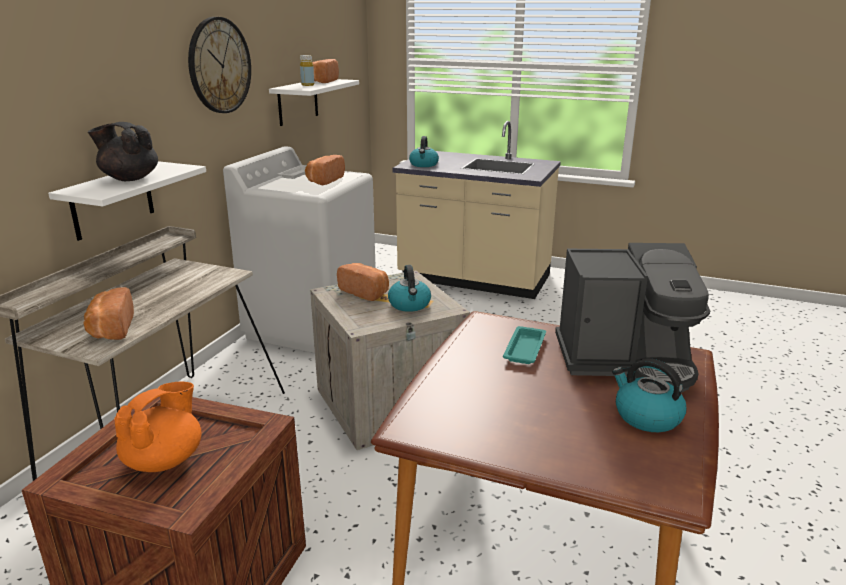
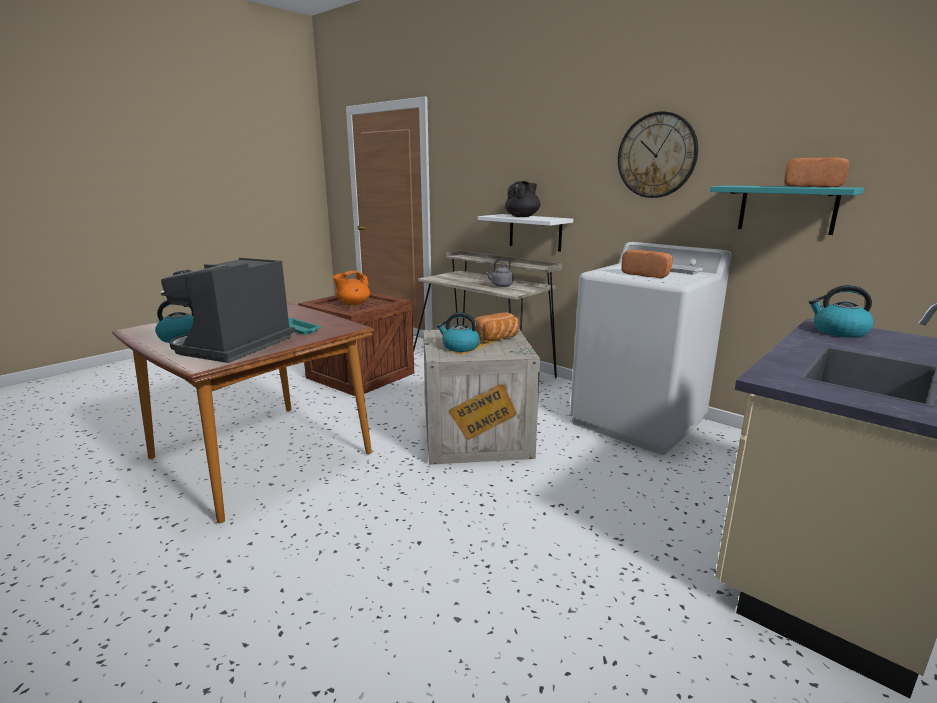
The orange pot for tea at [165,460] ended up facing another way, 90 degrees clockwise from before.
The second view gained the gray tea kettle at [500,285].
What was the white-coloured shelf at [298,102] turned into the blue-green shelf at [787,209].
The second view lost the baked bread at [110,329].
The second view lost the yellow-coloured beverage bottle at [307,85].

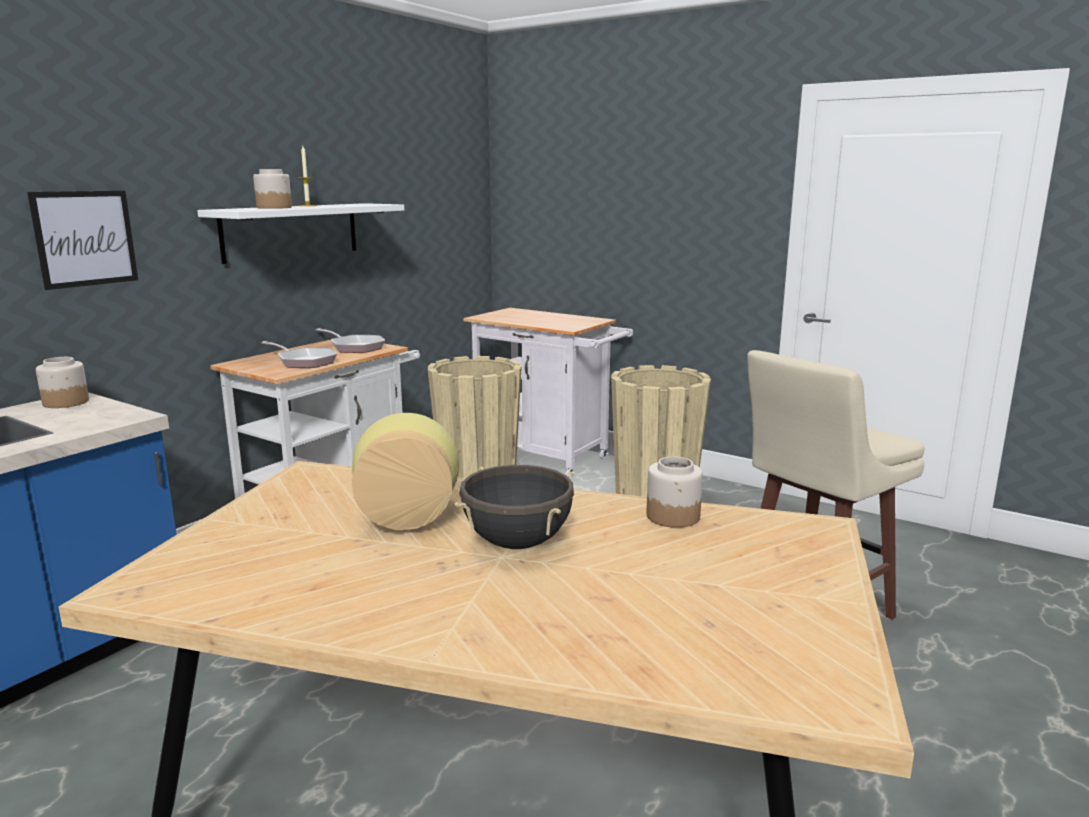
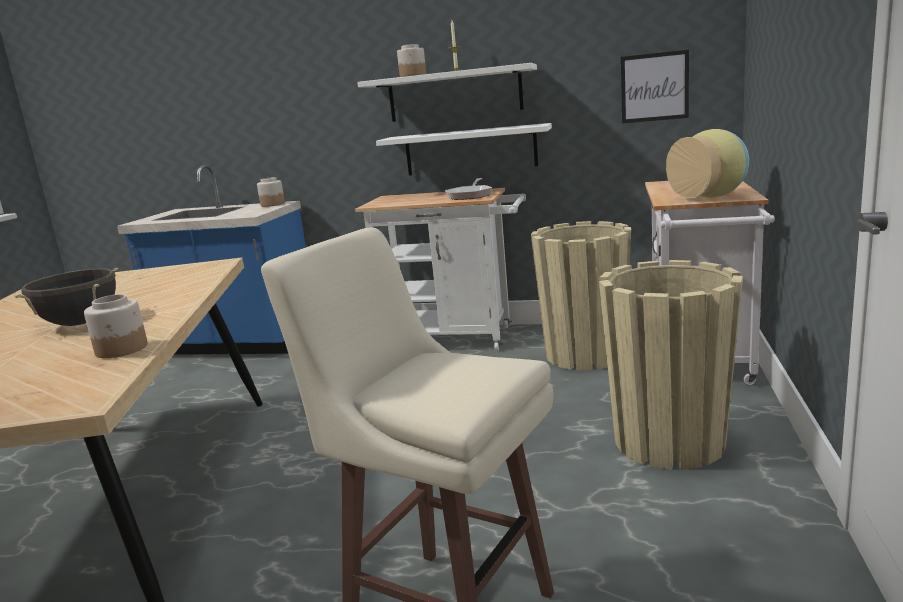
The second view gained the white-coloured shelf at [470,150].
The wall art ended up elsewhere, having gone from [85,238] to [654,87].
The decorative vase ended up elsewhere, having gone from [408,514] to [711,197].
The second view lost the frying pan at [304,362].

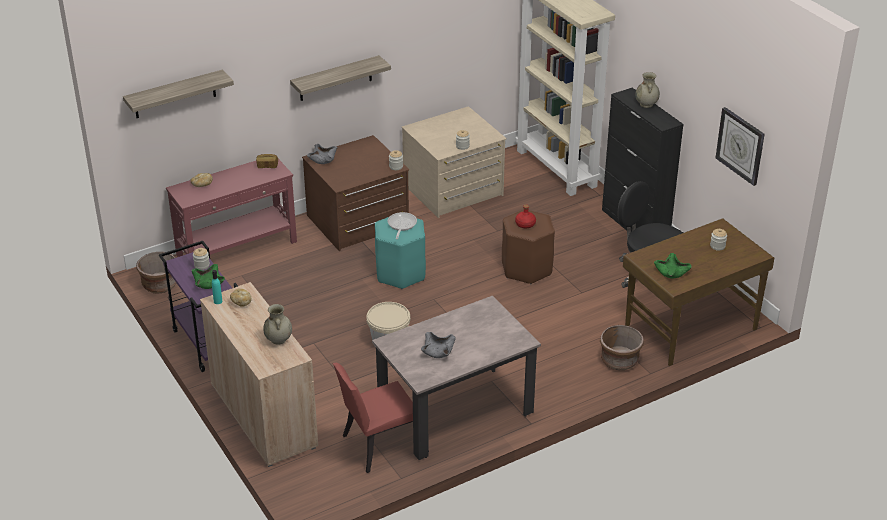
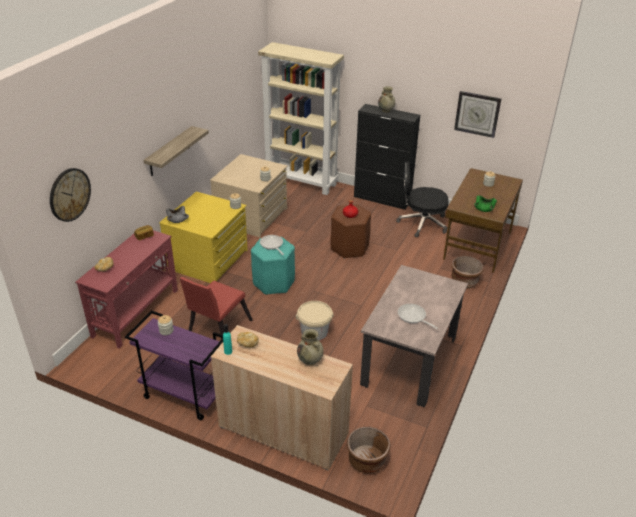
Where the shelf hung at [175,94], the wall clock came to hang at [69,194].
What was the brownish chest of drawers at [358,222] turned into the yellow-coloured chest of drawers at [209,260].
The red plain chair ended up elsewhere, having gone from [379,445] to [217,329].
The brownish plant pot ended up elsewhere, having gone from [160,285] to [367,461].
Where the gray deep dish stood at [438,350], the frying pan came to stand at [413,317].
The second view lost the greenish deep dish at [208,282].

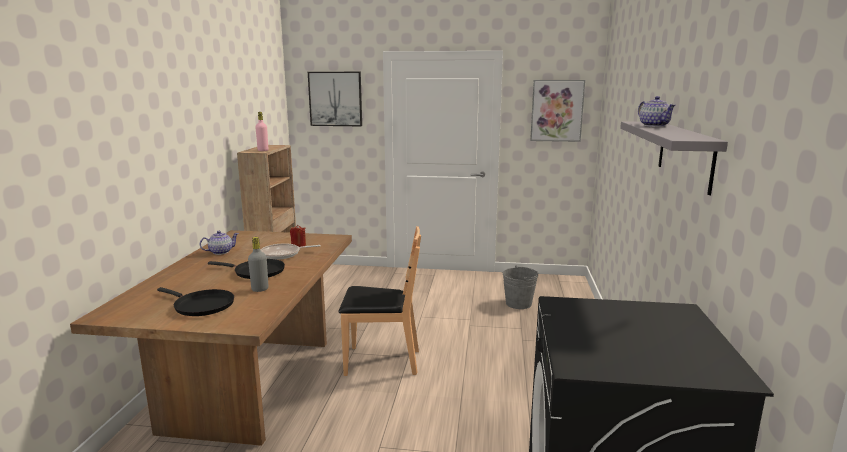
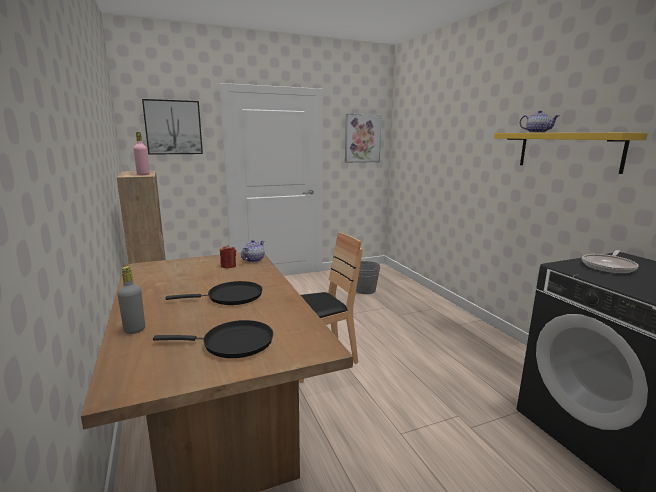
The gray beverage bottle ended up elsewhere, having gone from [260,289] to [134,330].
The pot for tea ended up elsewhere, having gone from [220,252] to [253,260].
What was the gray shelf at [685,154] turned into the yellow-coloured shelf at [568,151].
The frying pan ended up elsewhere, having gone from [283,254] to [609,266].

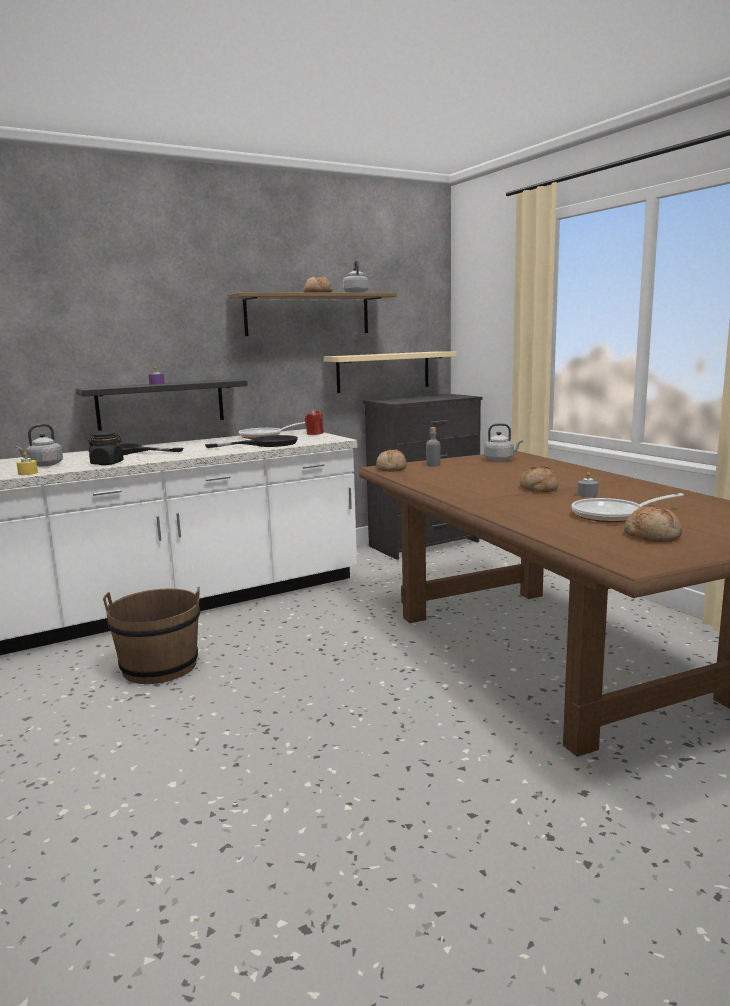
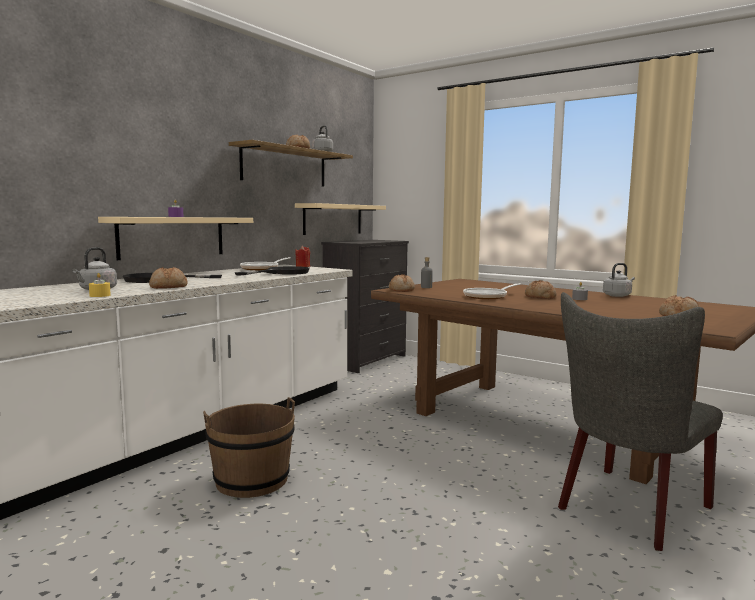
What was the black-coloured shelf at [161,404] turned into the beige shelf at [172,237].
Where the black-coloured jar stood at [107,463], the baked bread came to stand at [168,287].
The frying pan ended up elsewhere, having gone from [613,515] to [488,296].
The second view gained the gray plain chair at [628,510].
The gray tea kettle ended up elsewhere, having gone from [500,459] to [618,295].

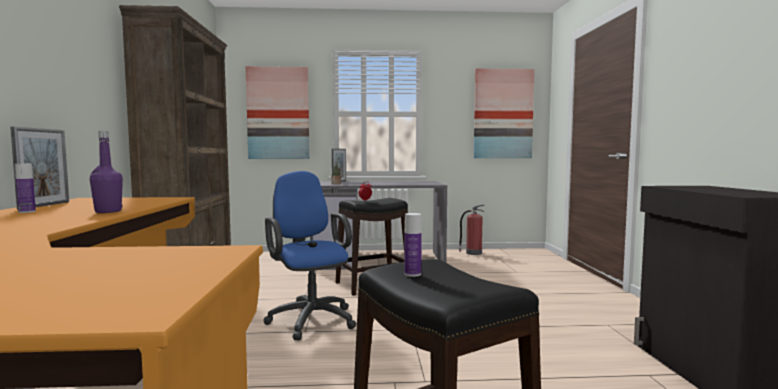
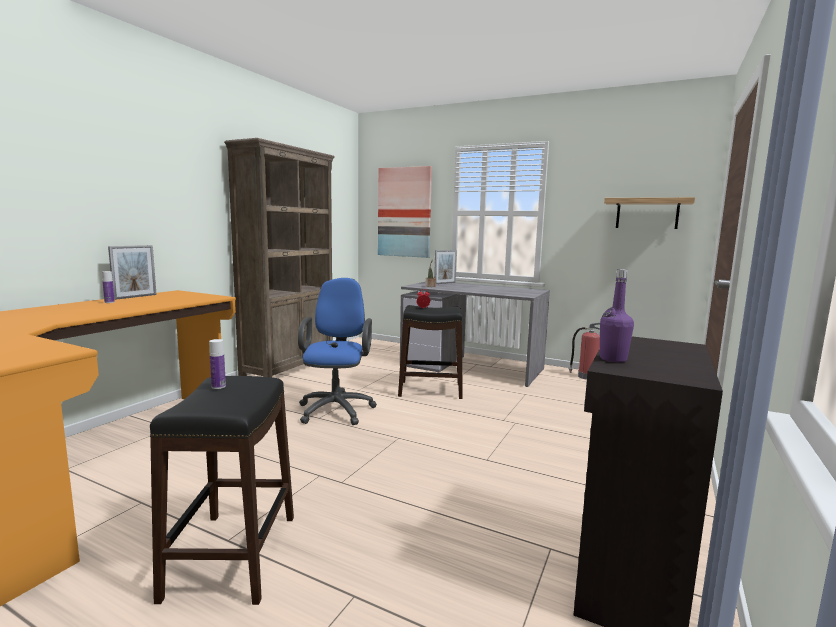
The purplish beverage bottle ended up elsewhere, having gone from [108,211] to [613,359].
Where the wall art hung at [503,114], the shelf came to hang at [647,213].

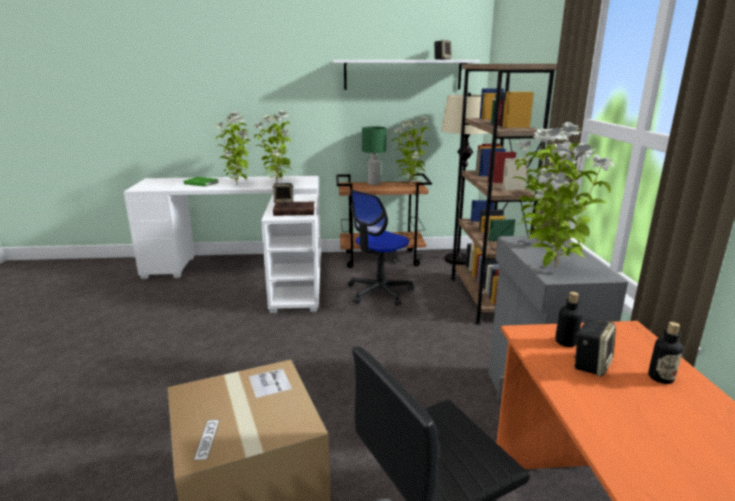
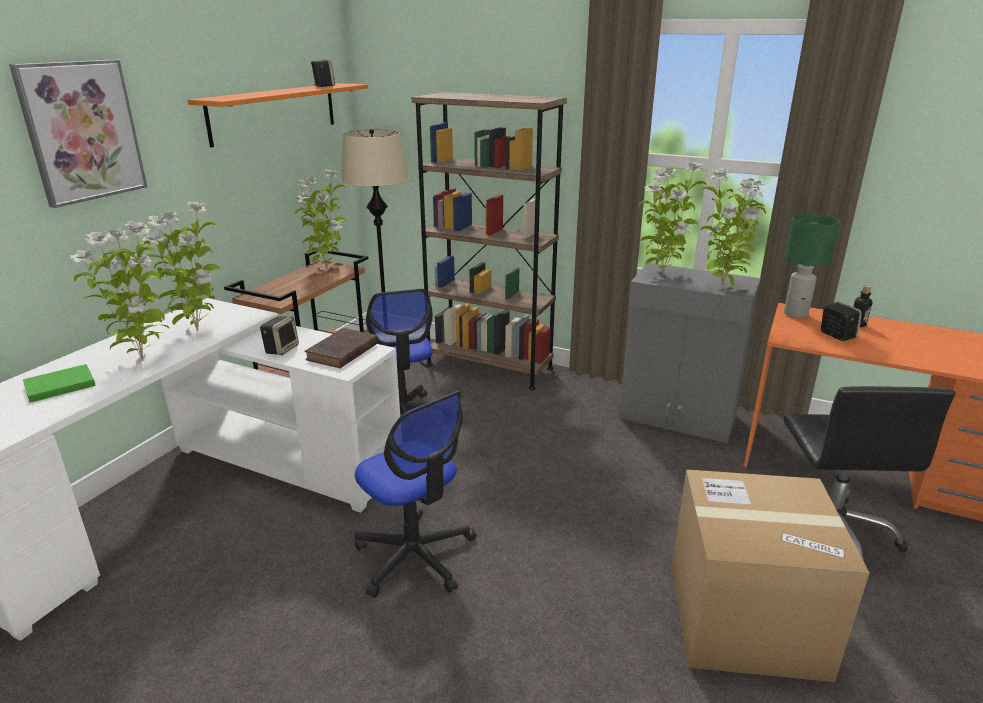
The second view gained the wall art at [82,131].
What was the white-coloured shelf at [402,75] turned into the orange shelf at [275,112].
The second view gained the desk chair at [415,556].
The greenish table lamp ended up elsewhere, having gone from [374,183] to [796,314].
The second view lost the beverage bottle at [566,342].

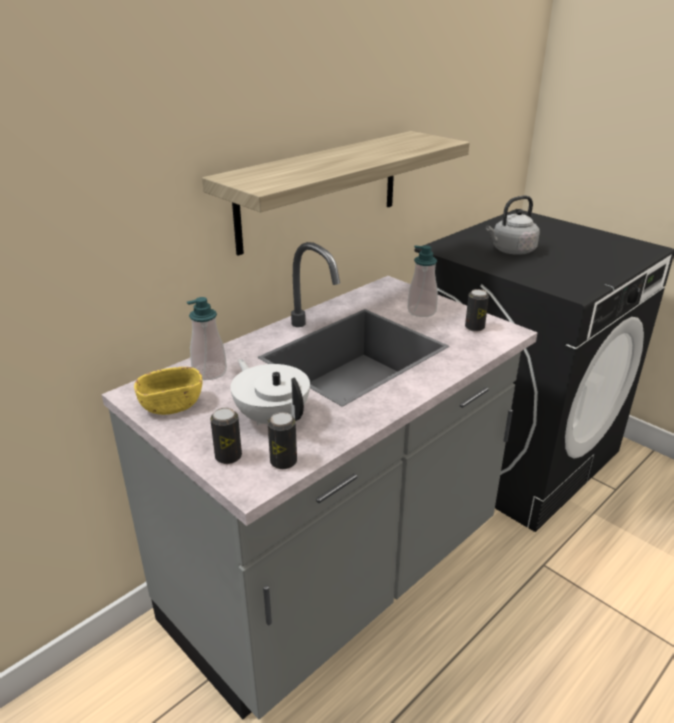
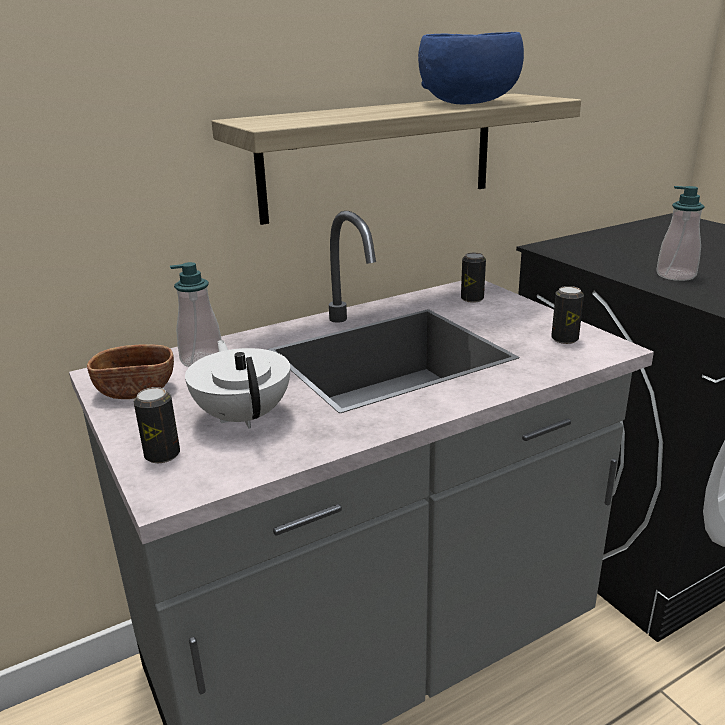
What was the yellow-coloured deep dish at [172,405] turned into the brownish deep dish at [136,390].
The second view gained the bluish deep dish at [470,102].
The metal can ended up elsewhere, having gone from [283,462] to [472,299].
The liquid soap bottle ended up elsewhere, having gone from [421,311] to [675,275].
The second view lost the gray tea kettle at [511,251].

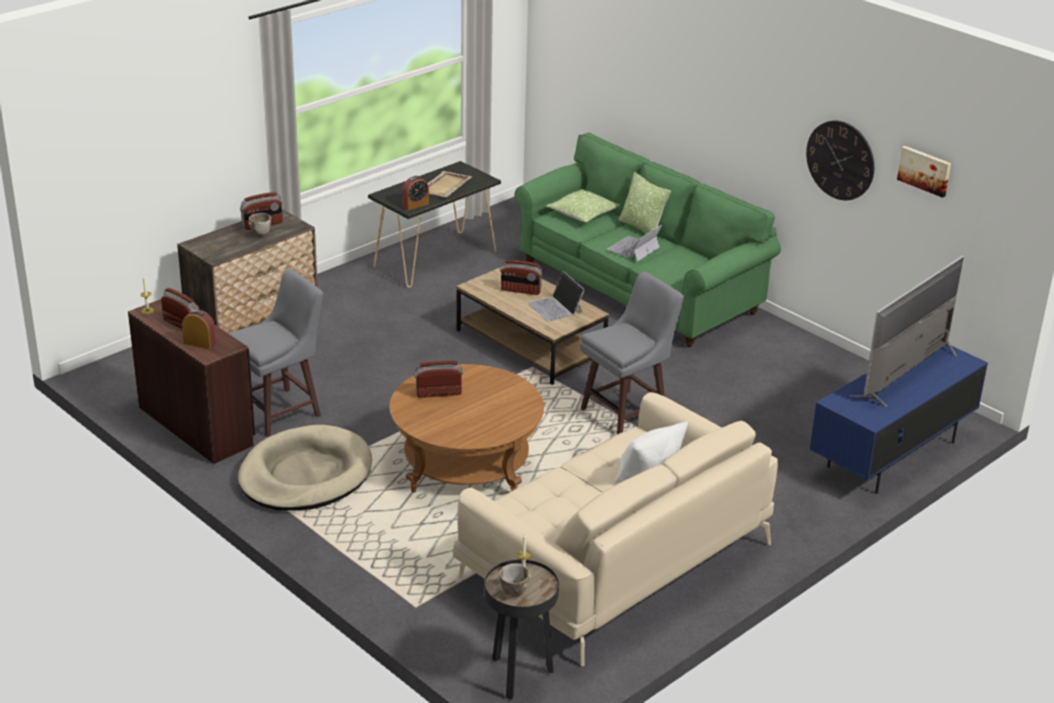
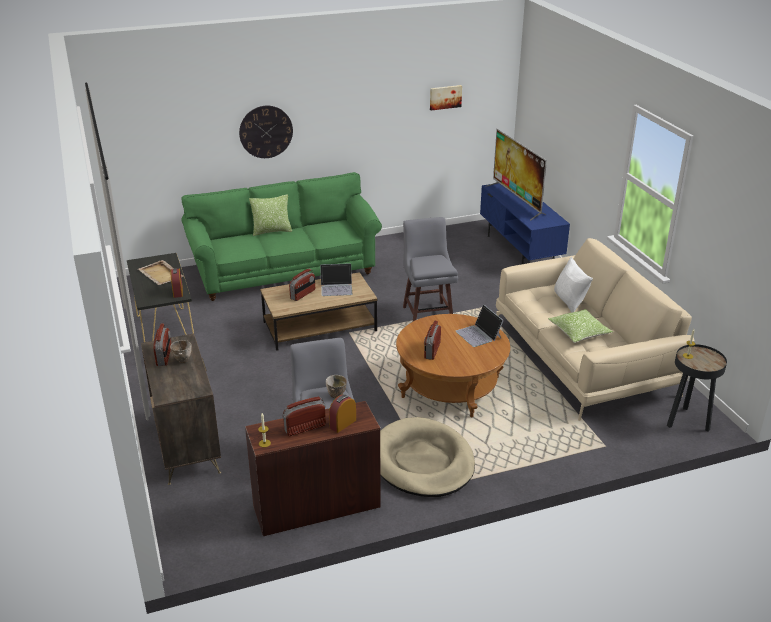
The wall clock ended up elsewhere, having gone from [840,160] to [266,132].
The deep dish ended up elsewhere, having gone from [512,594] to [336,396].
The notebook computer ended up elsewhere, having gone from [633,249] to [479,334].
The throw pillow ended up elsewhere, having gone from [583,214] to [579,332].

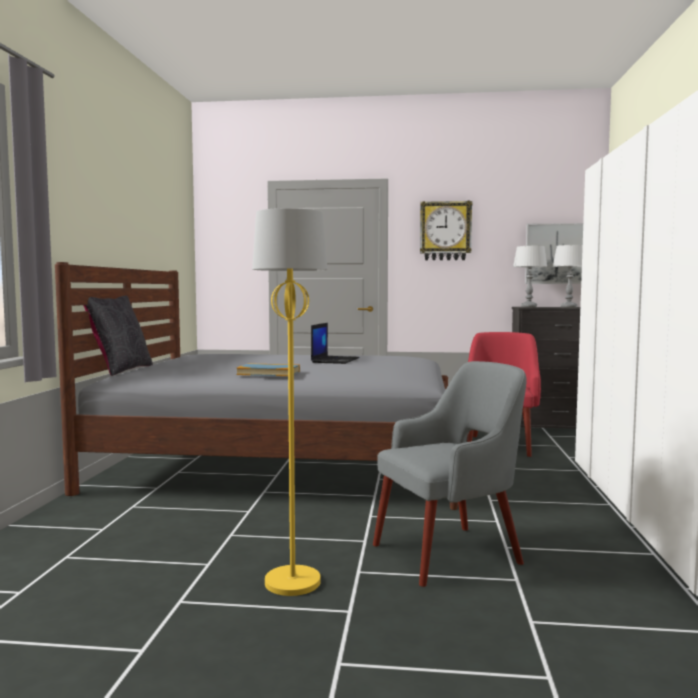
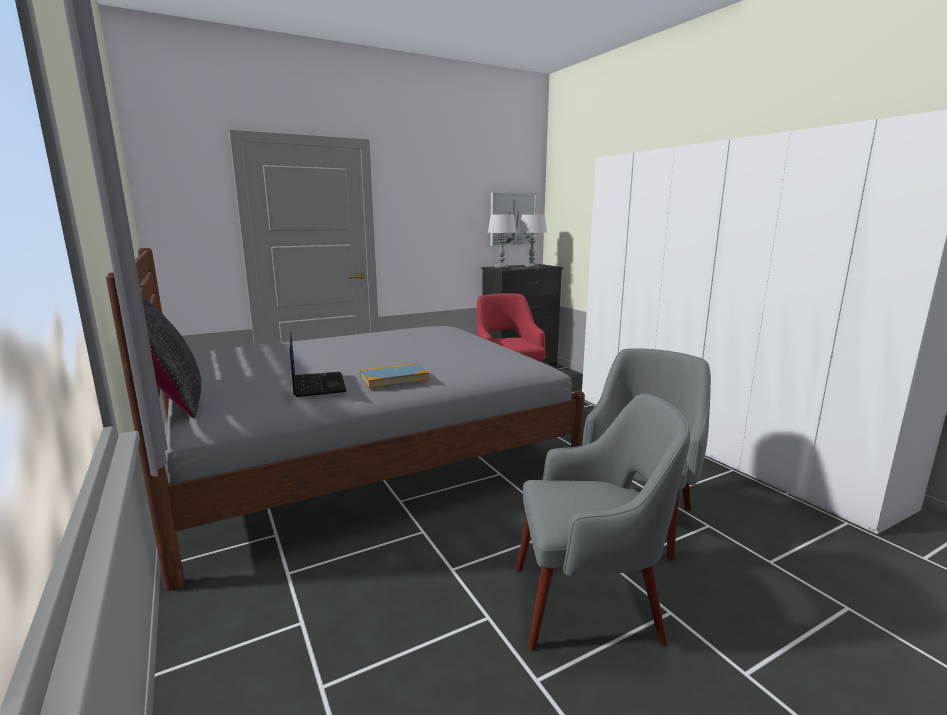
The notebook computer ended up elsewhere, having gone from [335,360] to [317,384].
Where the yellow-coloured standard lamp stood at [293,582], the gray easy chair came to stand at [588,603].
The second view lost the wall clock at [445,231].

